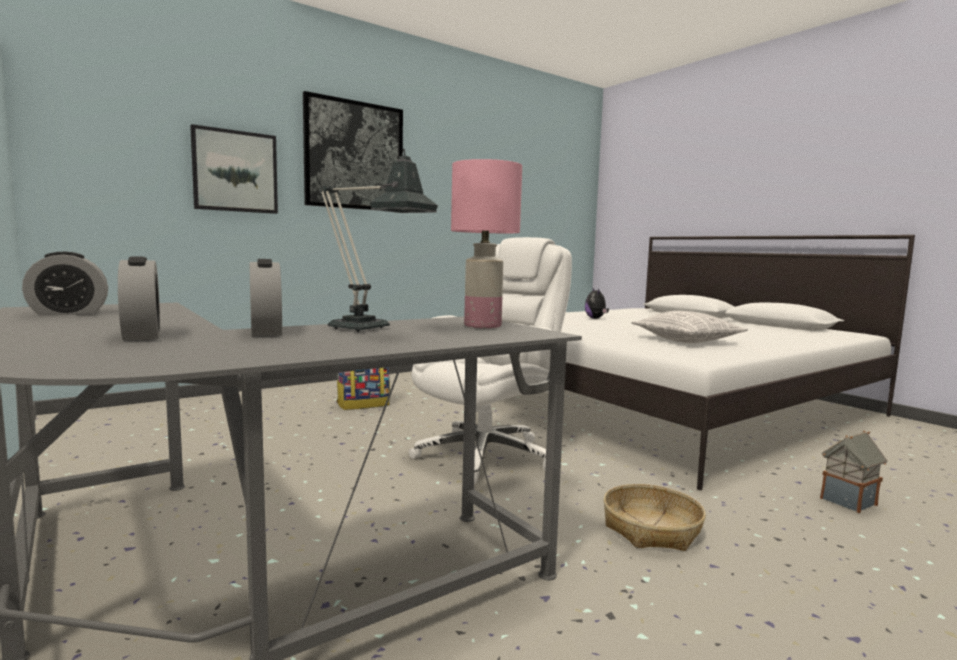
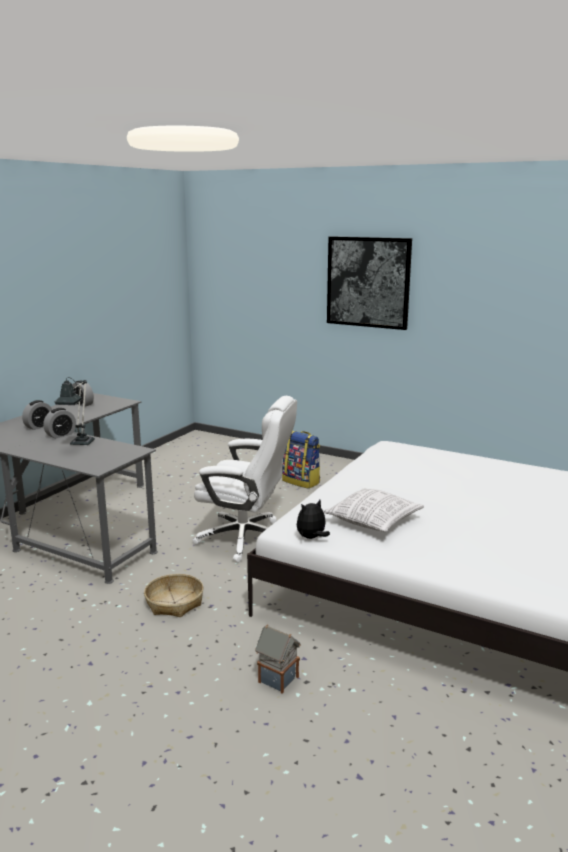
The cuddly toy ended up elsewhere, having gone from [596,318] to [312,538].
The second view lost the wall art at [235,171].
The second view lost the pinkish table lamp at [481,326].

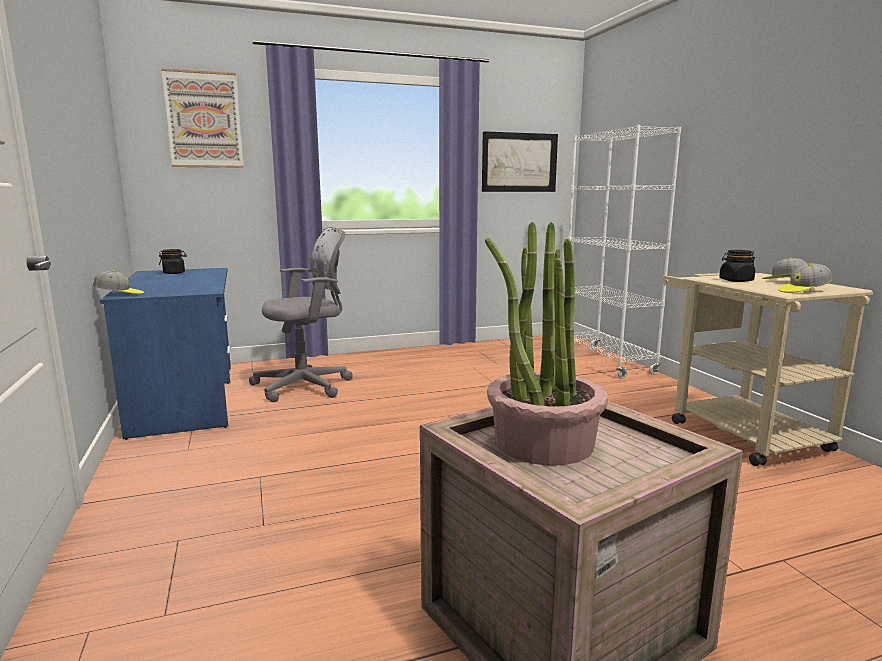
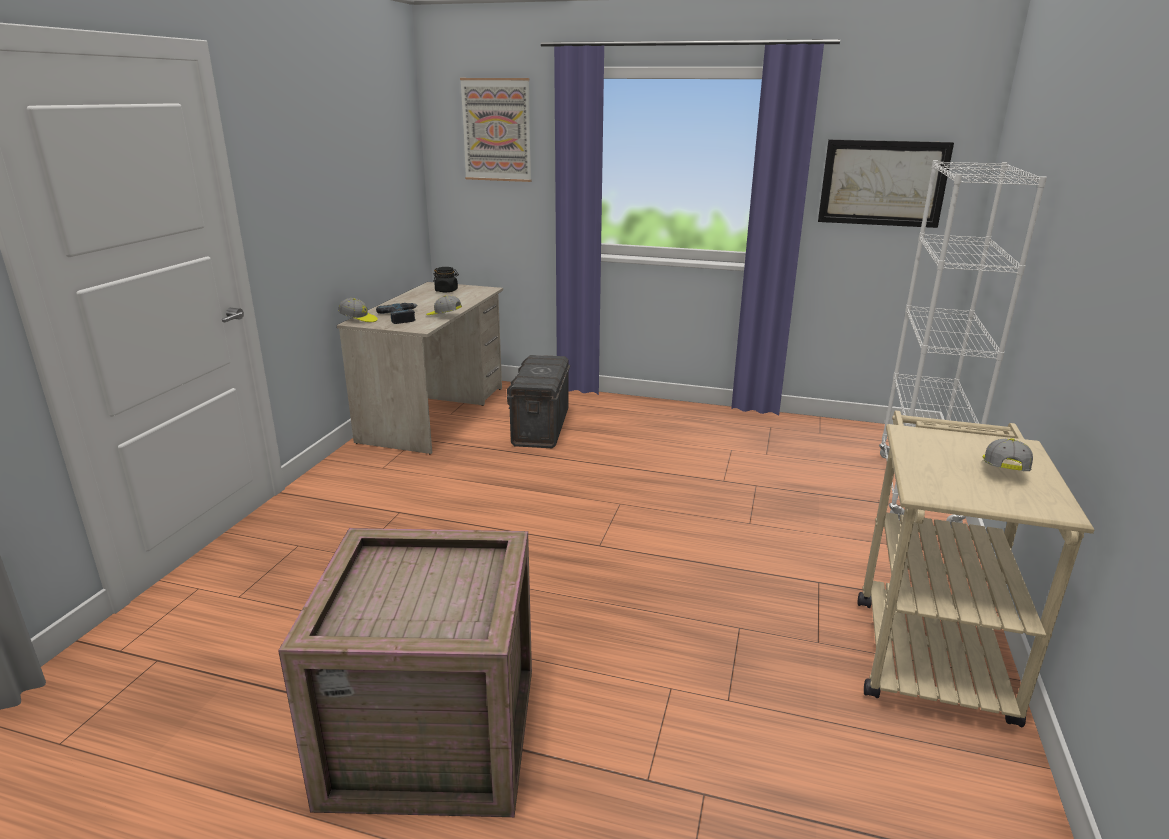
What was the bluish desk table at [186,399] turned into the beige desk table at [434,414].
The second view gained the drill at [402,317].
The baseball cap ended up elsewhere, having gone from [803,291] to [444,315].
Where the gray desk chair stood at [307,386], the gray storage bin came to stand at [540,427].
The second view lost the houseplant at [543,443].
The second view lost the black-coloured jar at [736,280].

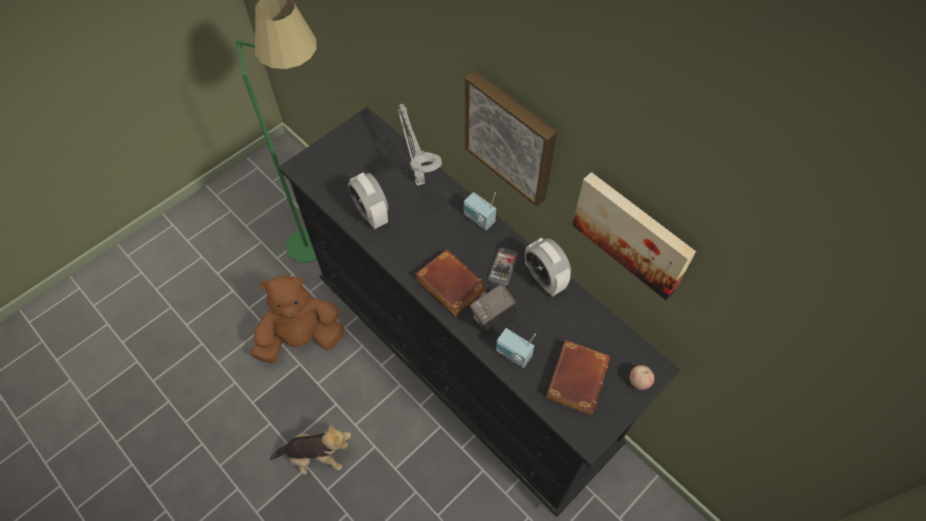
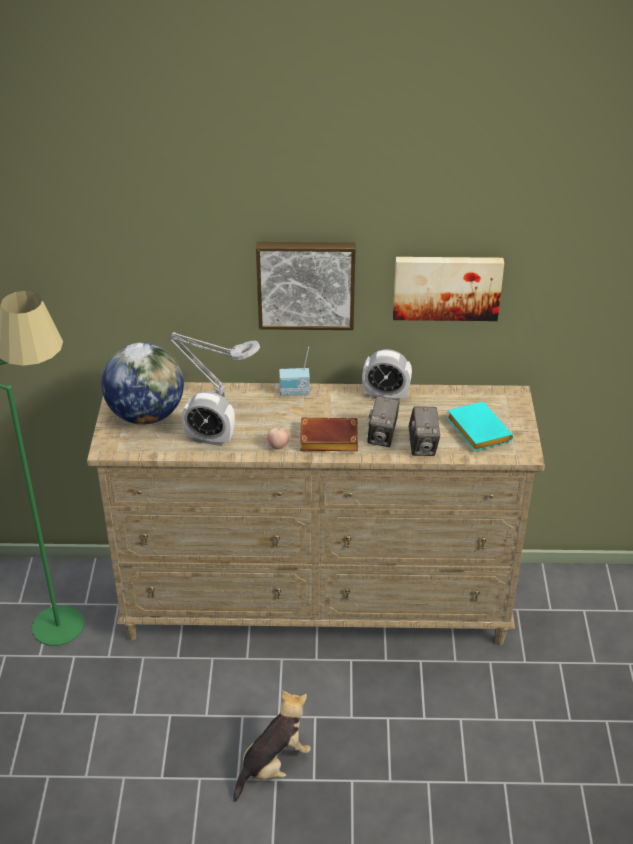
What was the black-coloured chest of drawers at [464,366] turned into the beige chest of drawers at [318,605].
The second view gained the world globe at [146,415].
The apple ended up elsewhere, having gone from [639,382] to [278,446].
Where the radio receiver stood at [513,355], the still camera came to stand at [423,446].
What was the brownish volume at [575,377] turned into the blue-green volume at [476,430].
The second view lost the brownish cuddly toy at [302,338].
The second view lost the phone at [502,267].

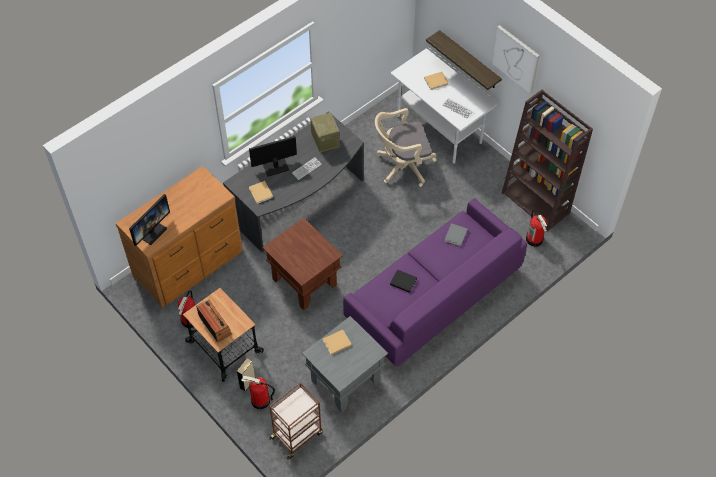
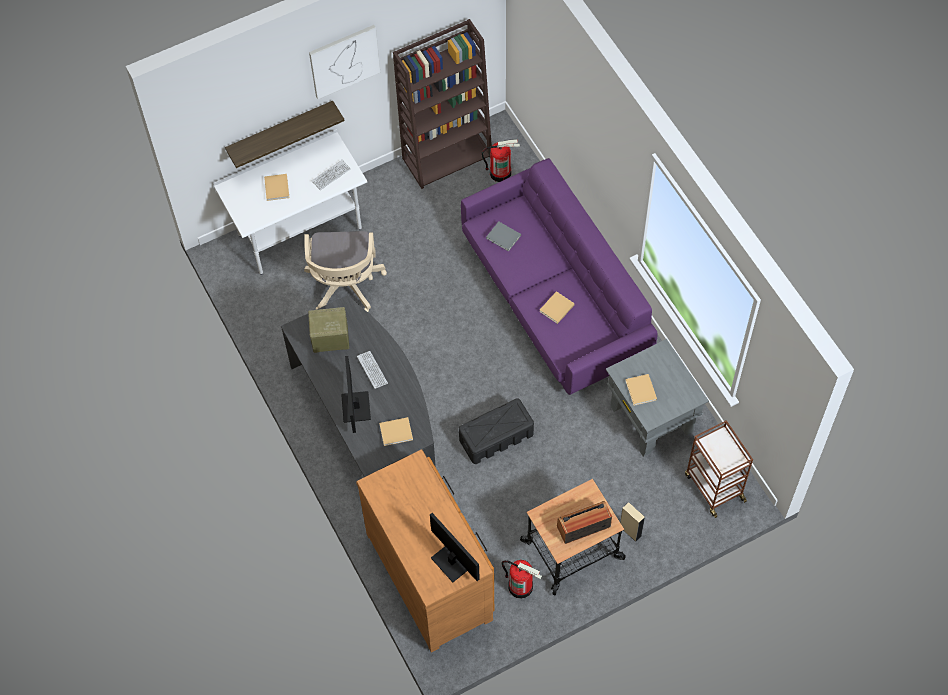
Where the brownish end table stood at [304,281], the black-coloured storage bin came to stand at [495,437].
What was the black-coloured volume at [402,281] turned into the beige volume at [556,309].
The second view lost the fire-fighting cylinder at [260,401].

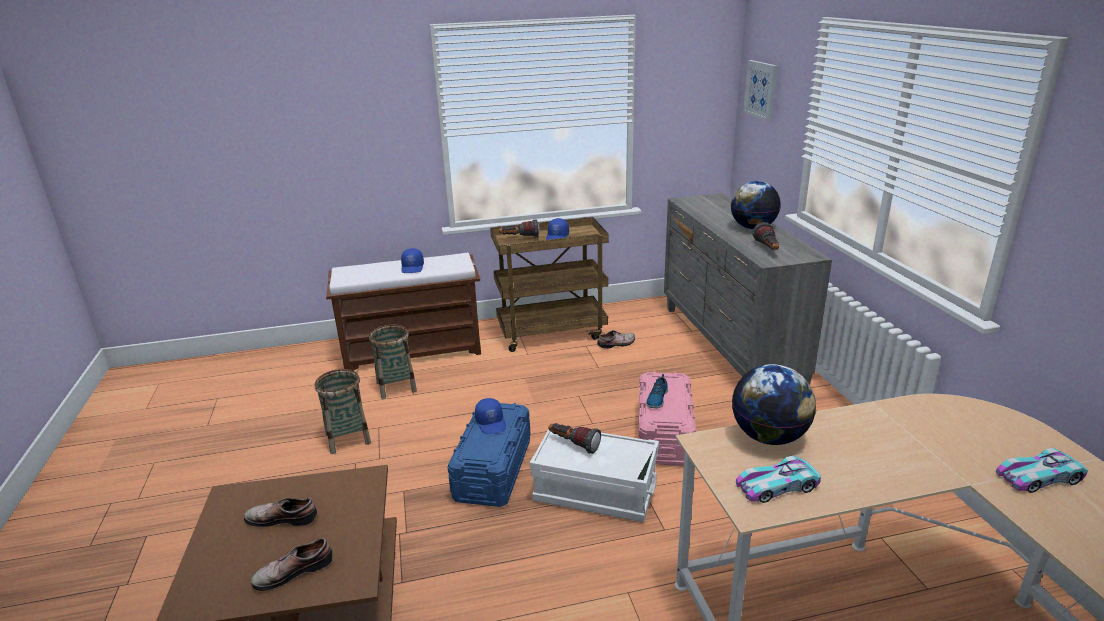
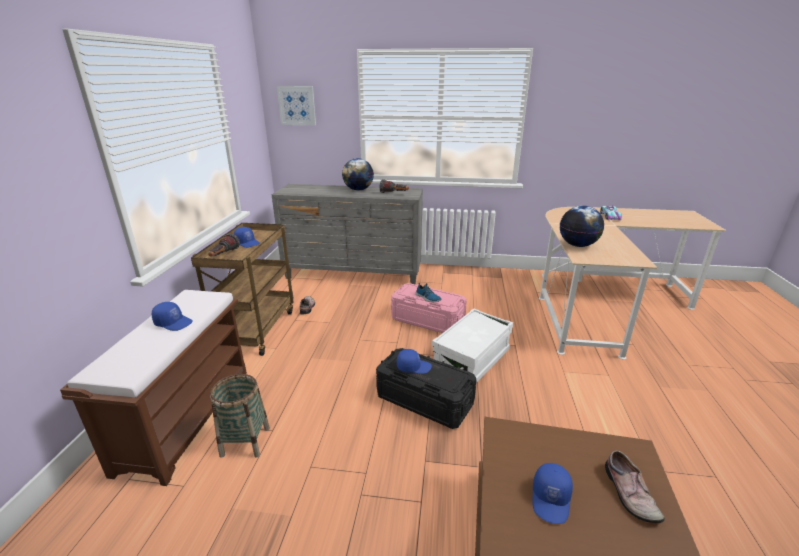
What was the bluish storage bin at [493,469] turned into the black-coloured storage bin at [424,400].
Where the shoe stood at [283,517], the bluish baseball cap came to stand at [551,499].
The second view lost the storage basket at [348,438].
The second view lost the hand torch at [573,444].
The second view lost the miniature car at [777,486].

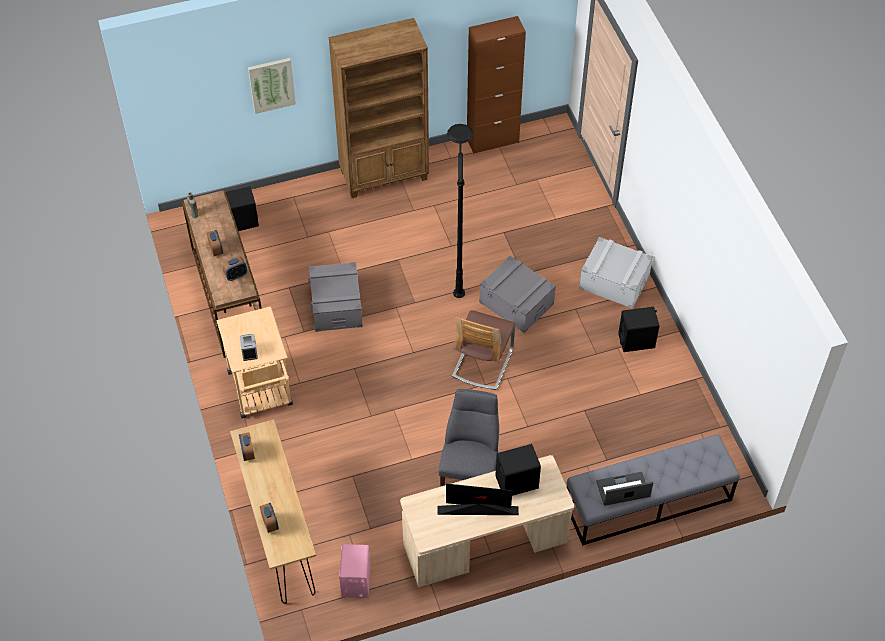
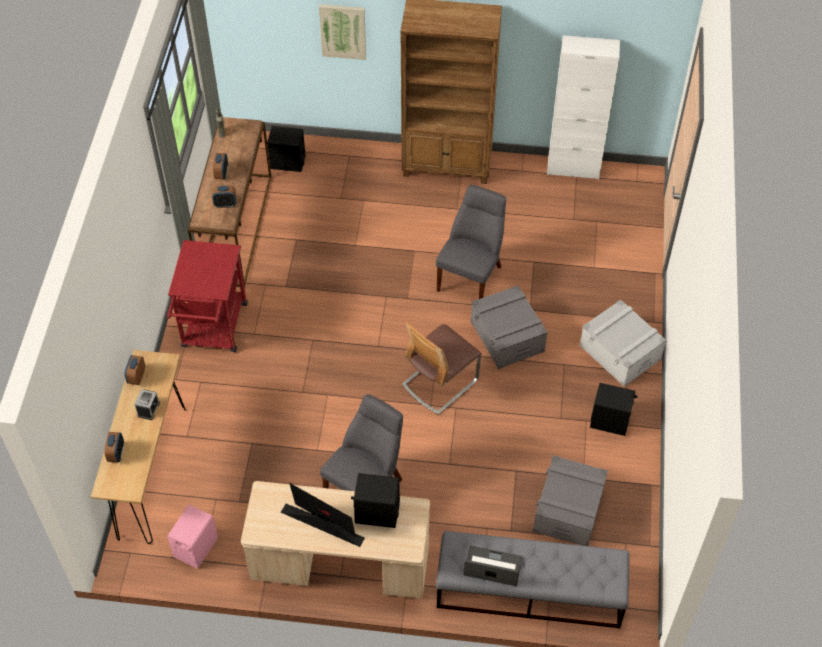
The bedside clock ended up elsewhere, having gone from [249,351] to [148,409].
What was the beige trolley at [262,393] turned into the red trolley at [213,330].
Where the black-coloured standard lamp stood at [458,264], the gray plain chair came to stand at [471,276].
The gray storage bin ended up elsewhere, having gone from [336,306] to [568,510].
What was the brownish cupboard at [492,140] turned into the white-coloured cupboard at [573,168].

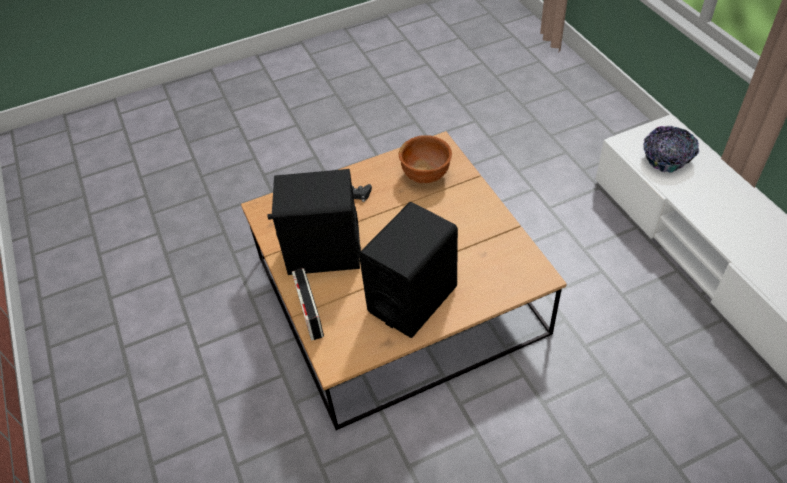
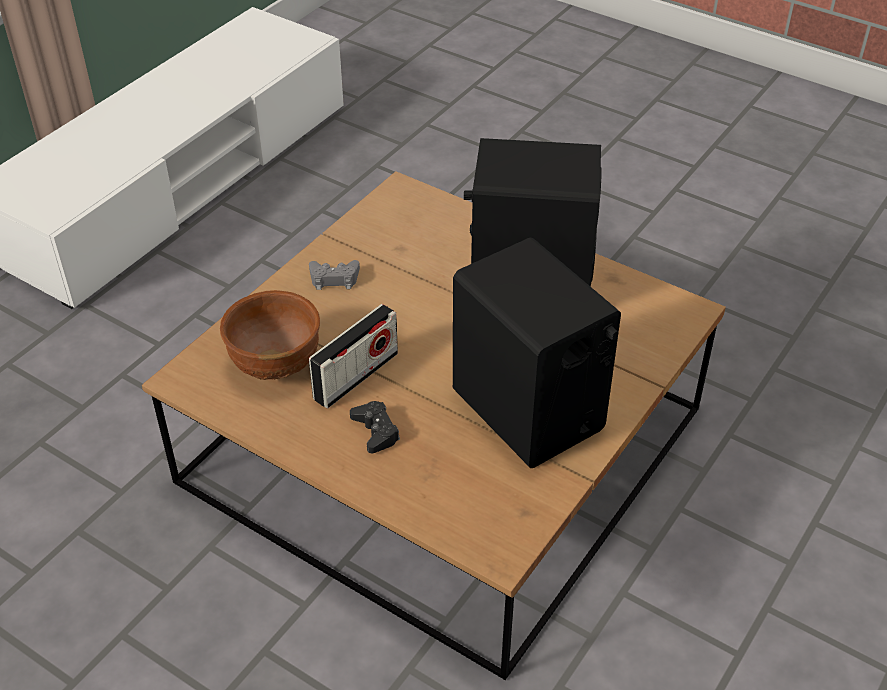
The second view gained the gray gamepad at [334,279].
The radio receiver ended up elsewhere, having gone from [310,314] to [356,376].
The second view lost the deep dish at [666,158].

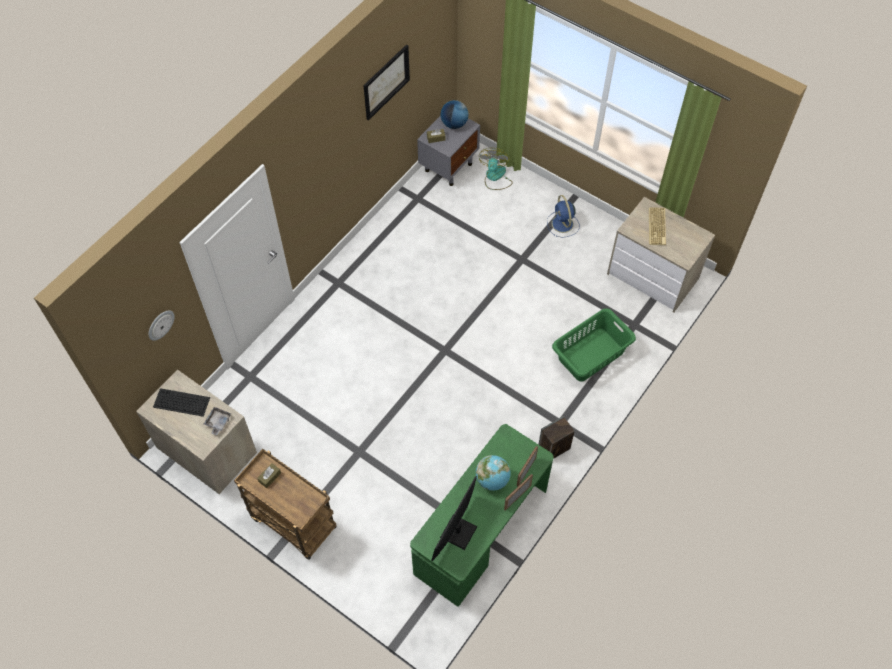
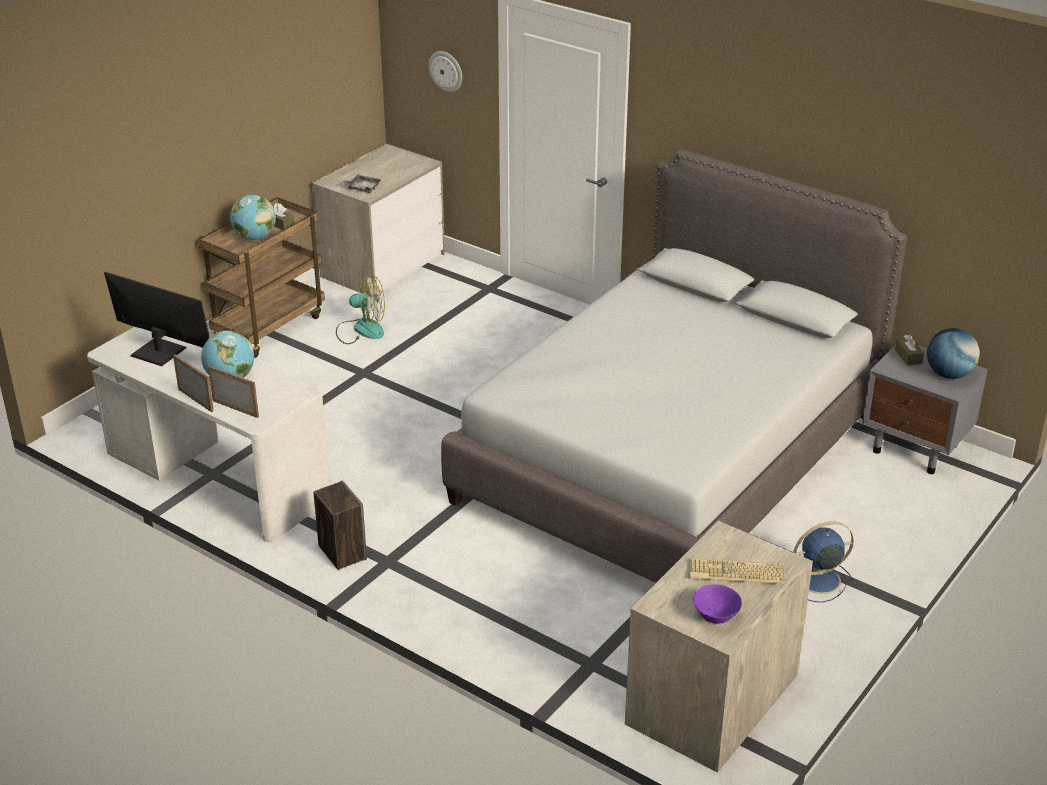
What was the greenish desk table at [481,530] turned into the white-coloured desk table at [216,477].
The second view gained the world globe at [255,237].
The electric fan ended up elsewhere, having gone from [495,177] to [361,330].
The second view gained the gray bed at [670,457].
The second view gained the purplish deep dish at [715,617].
The second view lost the computer keyboard at [181,402].
The second view lost the wall art at [386,82].
The second view lost the greenish laundry basket at [591,355].

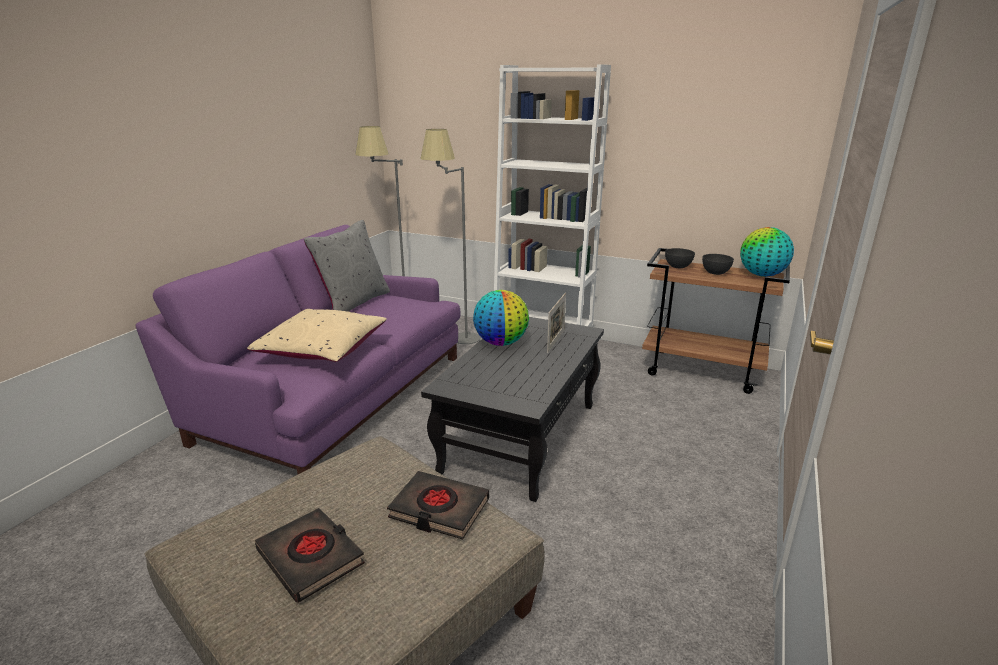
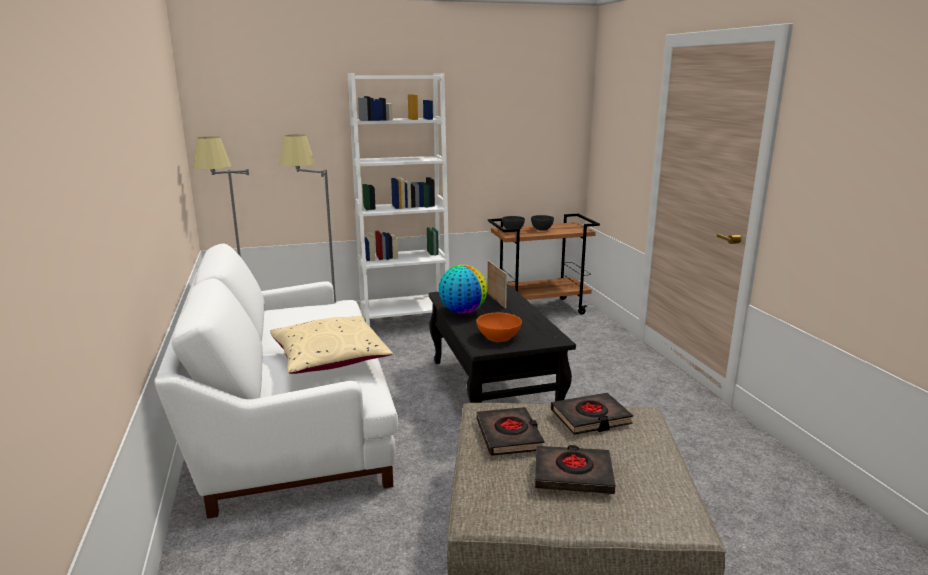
What was the purplish settee at [332,395] turned into the white-coloured settee at [289,420].
The second view gained the orange deep dish at [498,337].
The second view gained the black-coloured volume at [509,436].
The second view lost the gray throw pillow at [353,303].
The second view lost the world globe at [762,275].

